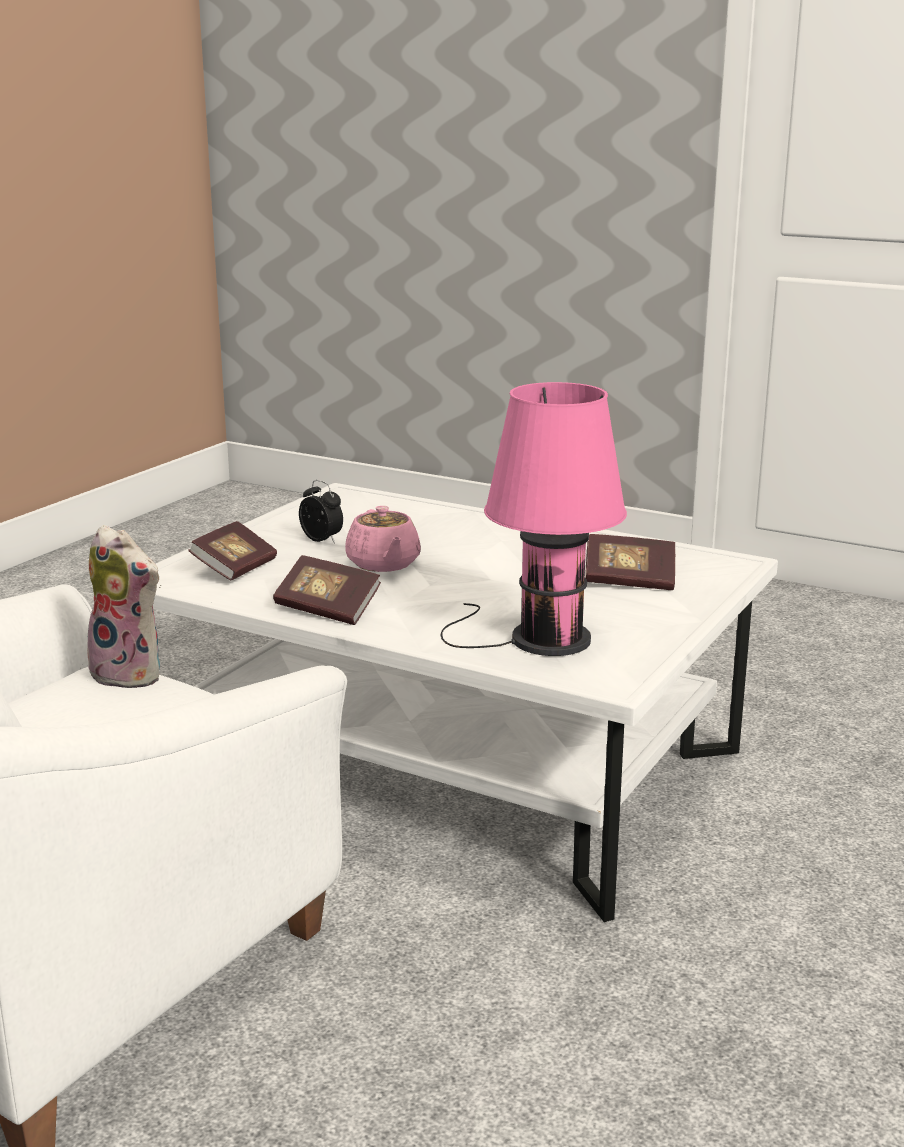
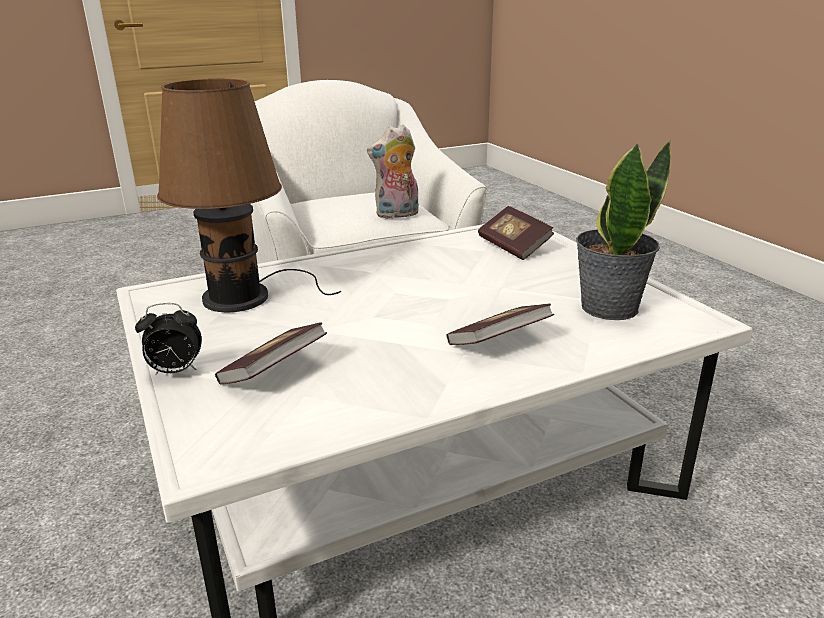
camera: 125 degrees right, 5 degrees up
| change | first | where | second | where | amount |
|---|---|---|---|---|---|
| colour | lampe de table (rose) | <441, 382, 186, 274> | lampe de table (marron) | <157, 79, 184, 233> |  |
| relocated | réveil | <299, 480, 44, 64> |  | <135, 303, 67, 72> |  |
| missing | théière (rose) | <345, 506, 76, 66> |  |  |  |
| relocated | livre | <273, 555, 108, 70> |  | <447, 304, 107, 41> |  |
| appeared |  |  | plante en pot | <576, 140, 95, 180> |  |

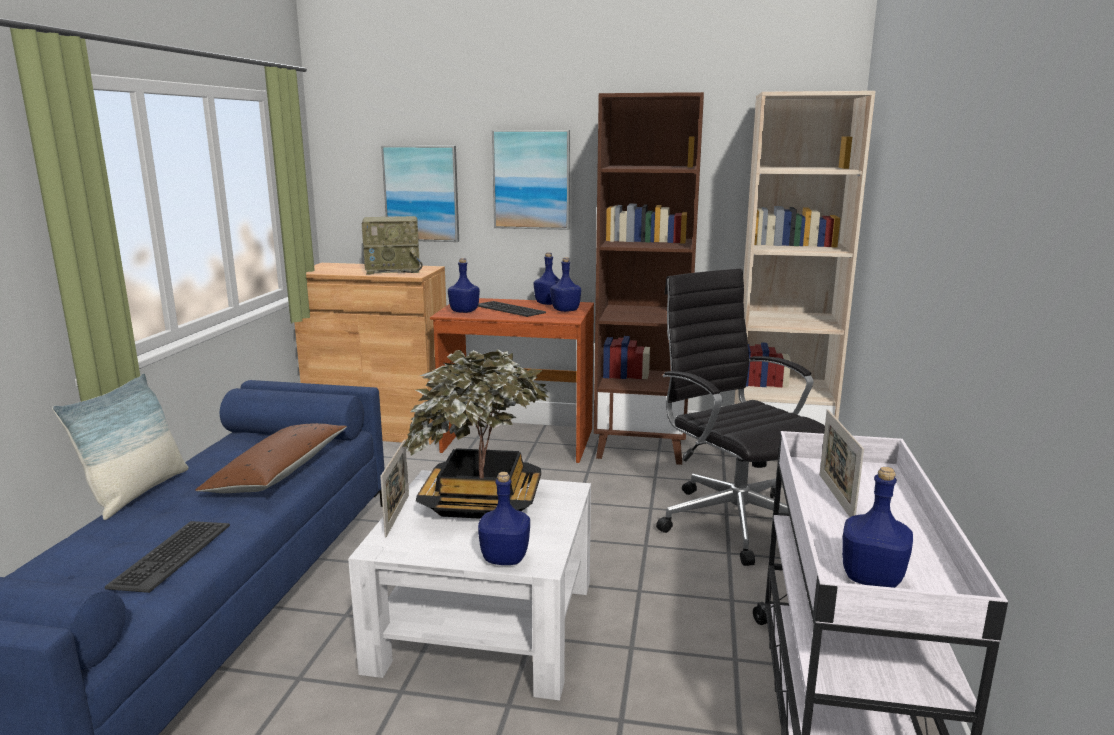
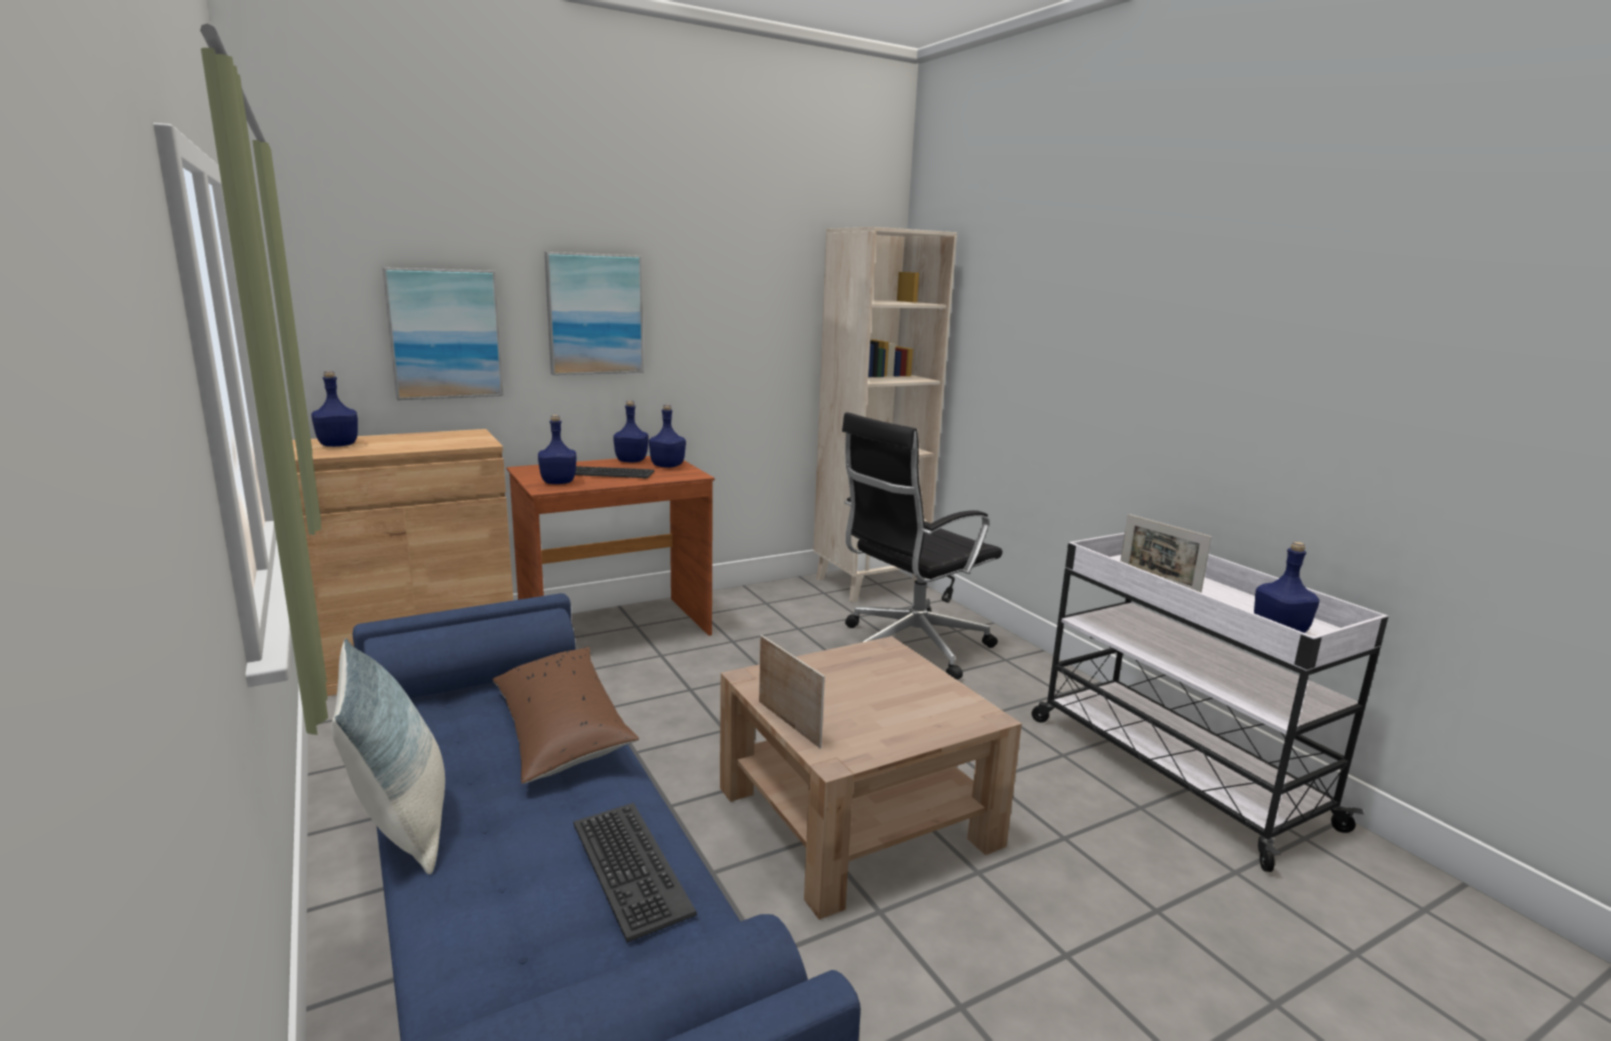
camera: 40 degrees left, 0 degrees up
| change | first | where | second | where | amount |
|---|---|---|---|---|---|
| missing | bibliothèque (marron) | <594, 92, 110, 373> |  |  |  |
| missing | radio | <362, 216, 61, 59> |  |  |  |
| spun | chaise de bureau (noir) | <656, 268, 169, 298> |  | <842, 412, 160, 268> | 60 degrees counterclockwise |
| missing | plante en pot | <403, 349, 147, 170> |  |  |  |
| colour | table basse (blanc) | <348, 470, 243, 231> | table basse (marron) | <720, 636, 302, 284> |  |
| relocated | bouteille (bleu) | <478, 472, 52, 93> |  | <311, 371, 47, 76> |  |

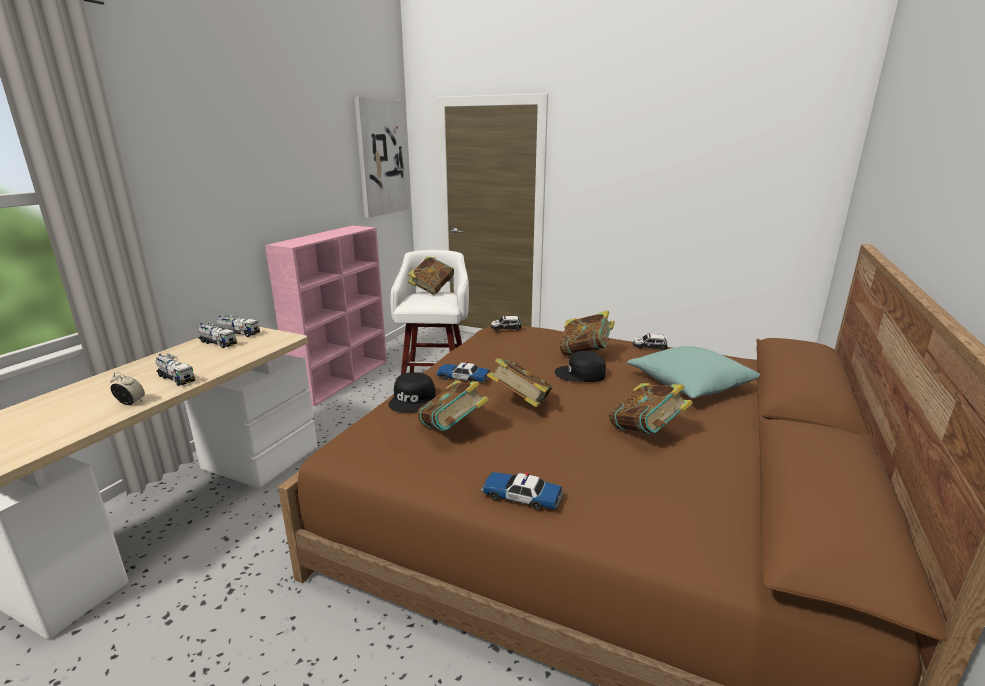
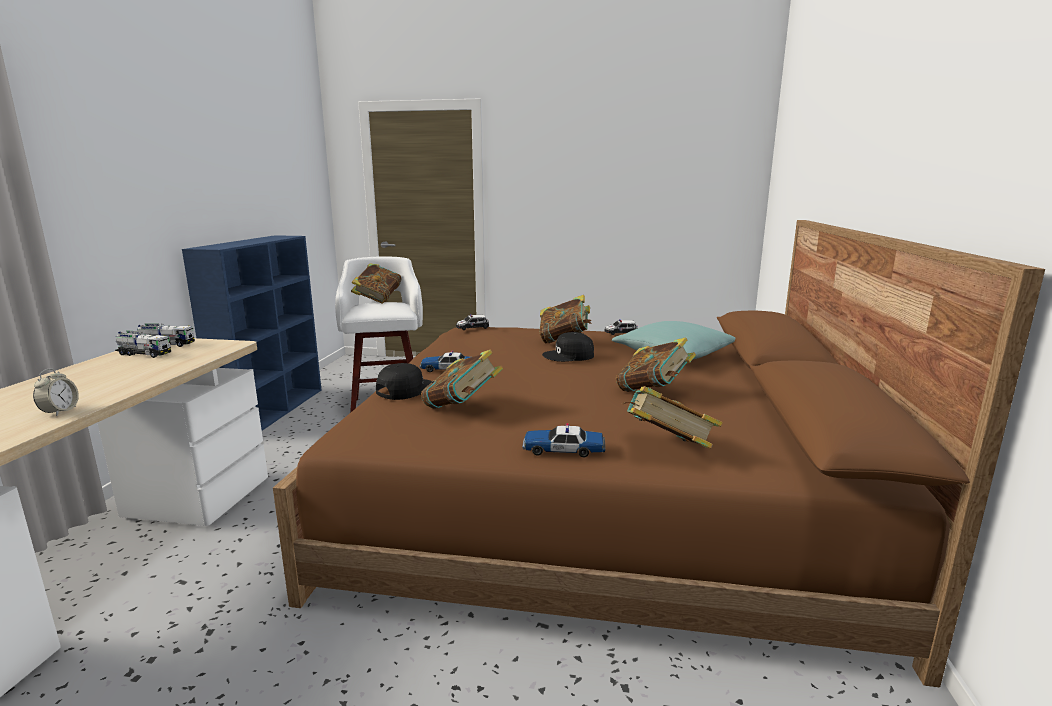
camera: 15 degrees left, 5 degrees down
| change | first | where | second | where | amount |
|---|---|---|---|---|---|
| missing | tableau | <354, 97, 56, 121> |  |  |  |
| colour | bibliothèque (rose) | <265, 226, 122, 180> | bibliothèque (bleu) | <182, 235, 139, 195> |  |
| missing | camion jouet | <156, 353, 39, 33> |  |  |  |
| relocated | livre | <486, 358, 67, 49> |  | <622, 386, 101, 63> |  |
| spun | réveil | <110, 372, 35, 33> |  | <33, 368, 46, 48> | 90 degrees clockwise |
| spun | casquette (noir) | <388, 372, 47, 41> |  | <376, 363, 56, 37> | 135 degrees counterclockwise |

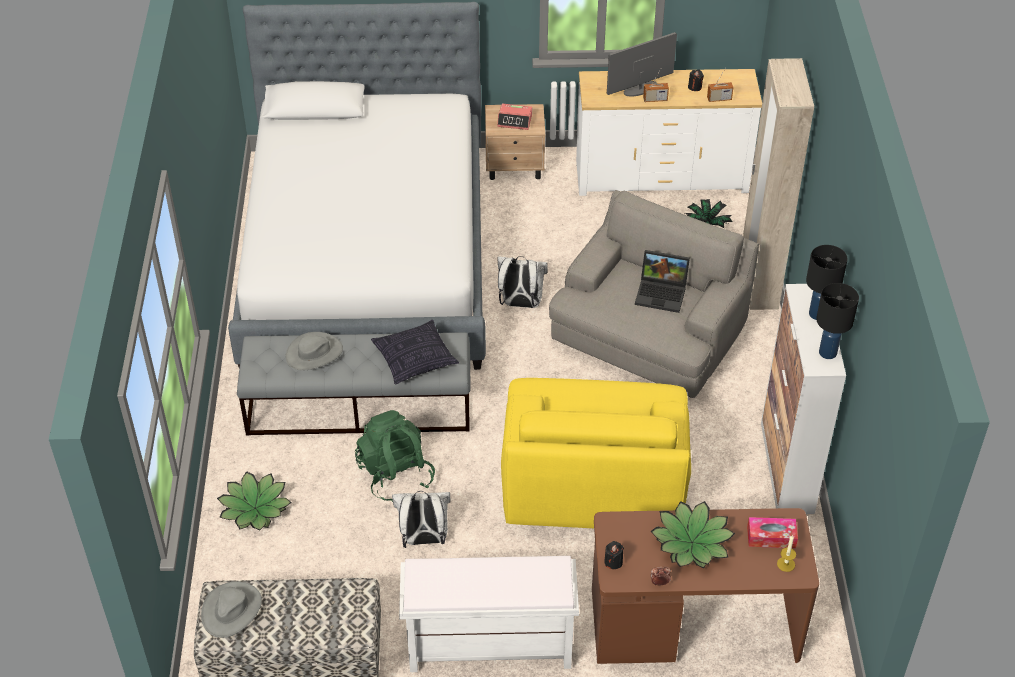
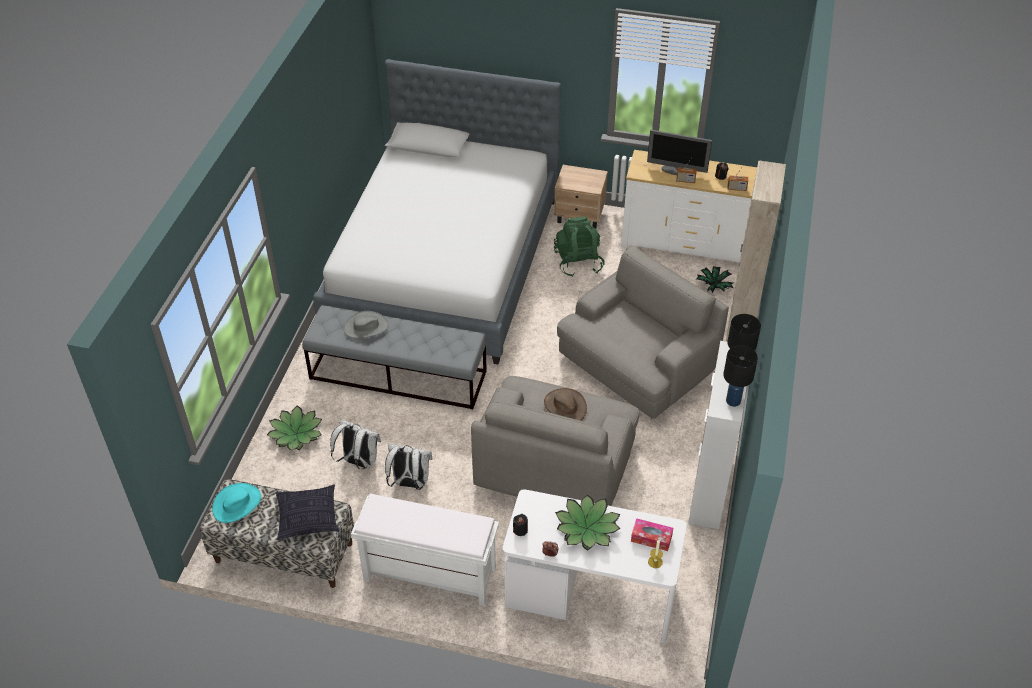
camera: 15 degrees right, 0 degrees up
| change | first | where | second | where | amount |
|---|---|---|---|---|---|
| spun | écran d'ordinateur | <607, 32, 70, 64> |  | <647, 130, 65, 45> | 150 degrees counterclockwise |
| missing | réveil | <497, 104, 35, 26> |  |  |  |
| missing | ordinateur portable | <635, 250, 55, 63> |  |  |  |
| relocated | sac à dos (blanc) | <497, 256, 51, 52> |  | <330, 420, 51, 49> |  |
| relocated | coussin | <371, 320, 88, 65> |  | <276, 484, 63, 56> |  |
| colour | fauteuil (jaune) | <501, 378, 190, 150> | fauteuil (gris) | <471, 376, 168, 130> |  |
| relocated | sac à dos (vert) | <355, 410, 80, 92> |  | <554, 217, 51, 60> |  |
| colour | bureau (marron) | <592, 508, 227, 156> | bureau (blanc) | <503, 489, 184, 154> |  |
| colour | chapeau (gris) | <201, 582, 61, 56> | chapeau (turquoise) | <212, 483, 49, 40> |  |
| appeared |  |  | chapeau (marron) | <544, 388, 43, 33> |  |

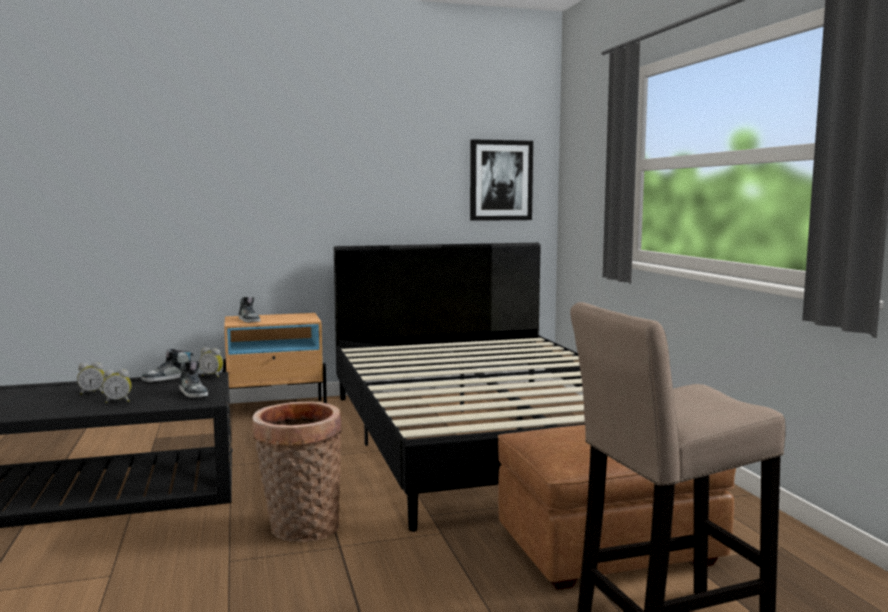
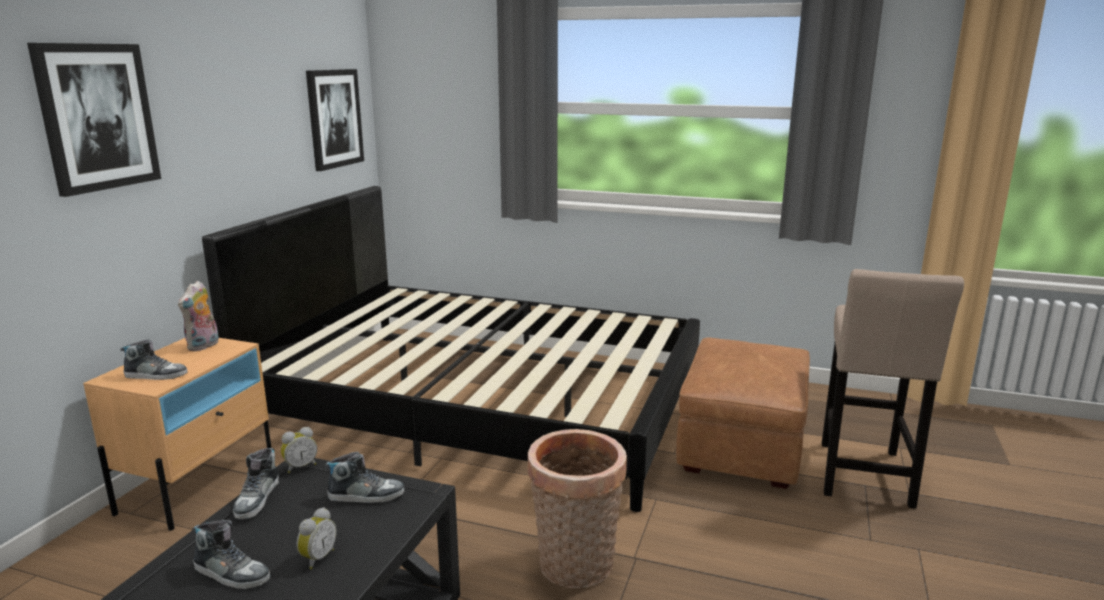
camera: 55 degrees left, 10 degrees up
| change | first | where | second | where | amount |
|---|---|---|---|---|---|
| exchanged | réveil | <77, 362, 29, 33> | chaussure | <192, 520, 78, 69> |  |
| appeared |  |  | tableau | <27, 43, 134, 154> |  |
| appeared |  |  | peluche | <178, 281, 41, 70> |  |

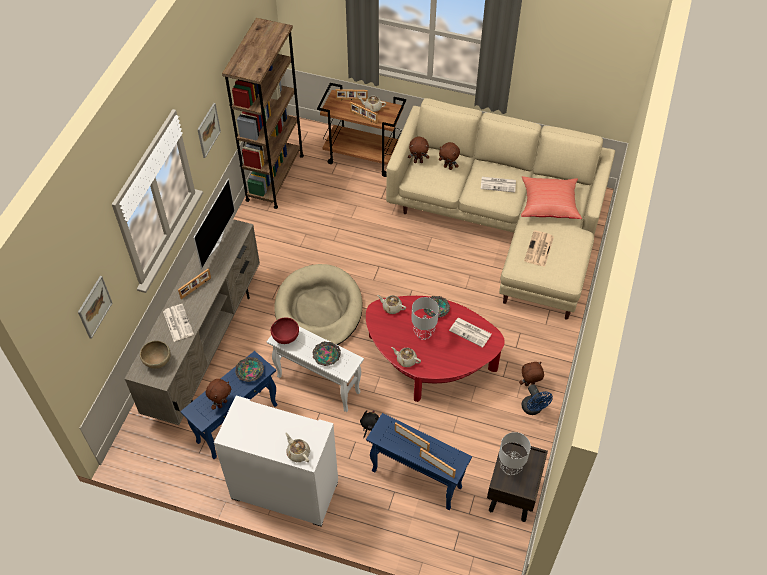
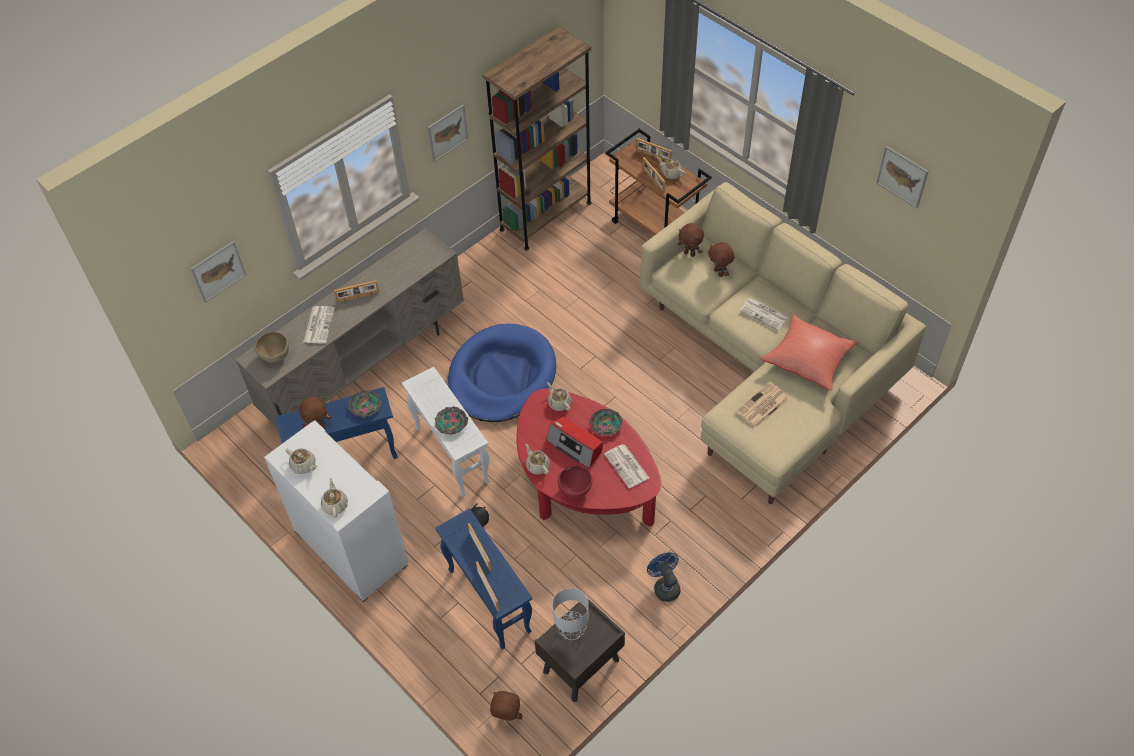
camera: 30 degrees right, 0 degrees up
| change | first | where | second | where | amount |
|---|---|---|---|---|---|
| missing | téléviseur | <193, 178, 42, 92> |  |  |  |
| colour | panier pour chien (beige) | <275, 264, 87, 81> | panier pour chien (bleu) | <448, 324, 108, 98> |  |
| exchanged | lampe de table (gris) | <411, 297, 28, 43> | radio | <546, 416, 57, 53> |  |
| relocated | bol (rouge) | <271, 317, 28, 27> |  | <558, 466, 35, 32> |  |
| relocated | peluche (marron) | <519, 362, 25, 24> |  | <490, 691, 32, 30> |  |
| spun | ventilateur (bleu) | <521, 384, 32, 31> |  | <647, 552, 33, 50> | 150 degrees clockwise |
| appeared |  |  | tableau | <876, 146, 53, 62> |  |
| appeared |  |  | théière (beige) | <285, 448, 33, 26> |  |

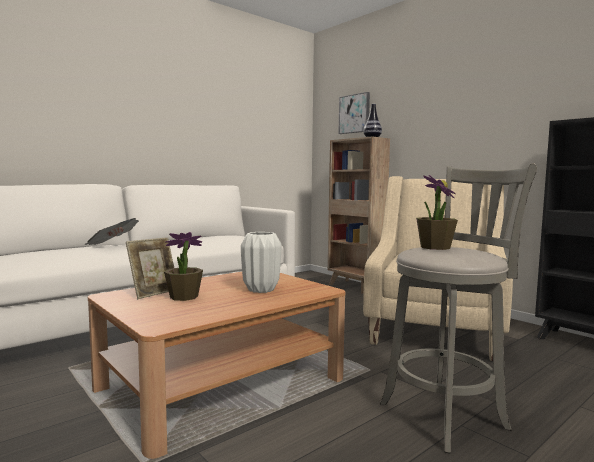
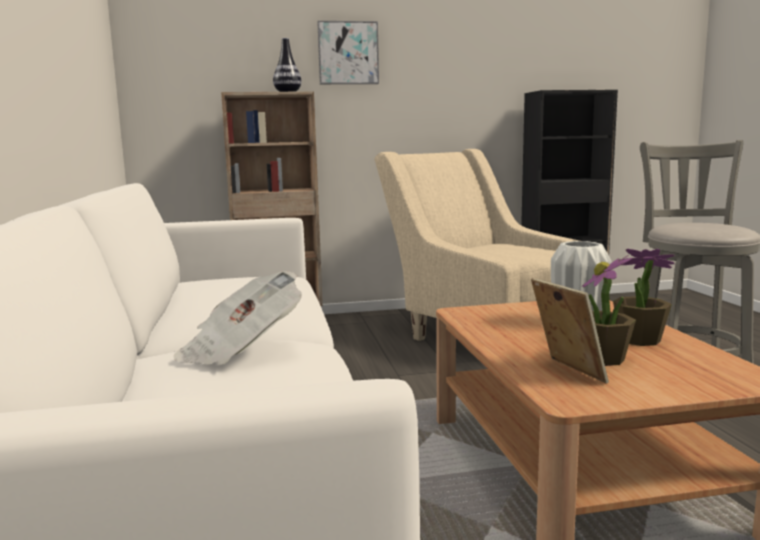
camera: 60 degrees left, 5 degrees up
| change | first | where | second | where | amount |
|---|---|---|---|---|---|
| relocated | tableau | <338, 92, 32, 42> |  | <317, 21, 62, 63> |  |
| relocated | plante en pot | <416, 175, 42, 75> |  | <613, 249, 62, 97> |  |

